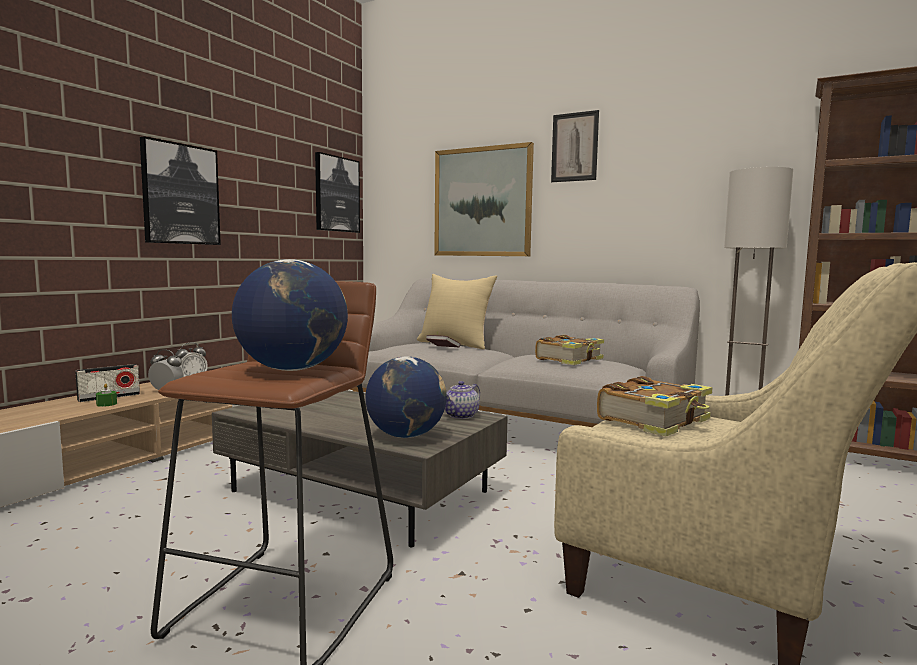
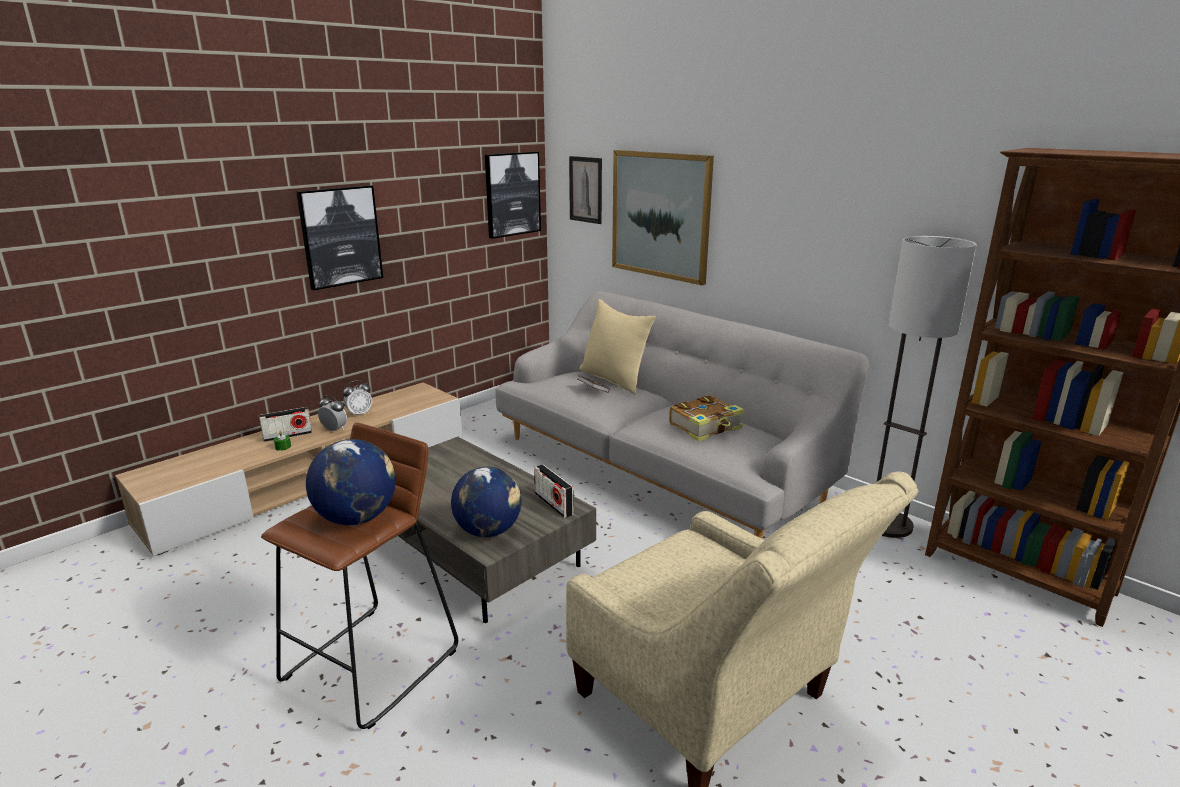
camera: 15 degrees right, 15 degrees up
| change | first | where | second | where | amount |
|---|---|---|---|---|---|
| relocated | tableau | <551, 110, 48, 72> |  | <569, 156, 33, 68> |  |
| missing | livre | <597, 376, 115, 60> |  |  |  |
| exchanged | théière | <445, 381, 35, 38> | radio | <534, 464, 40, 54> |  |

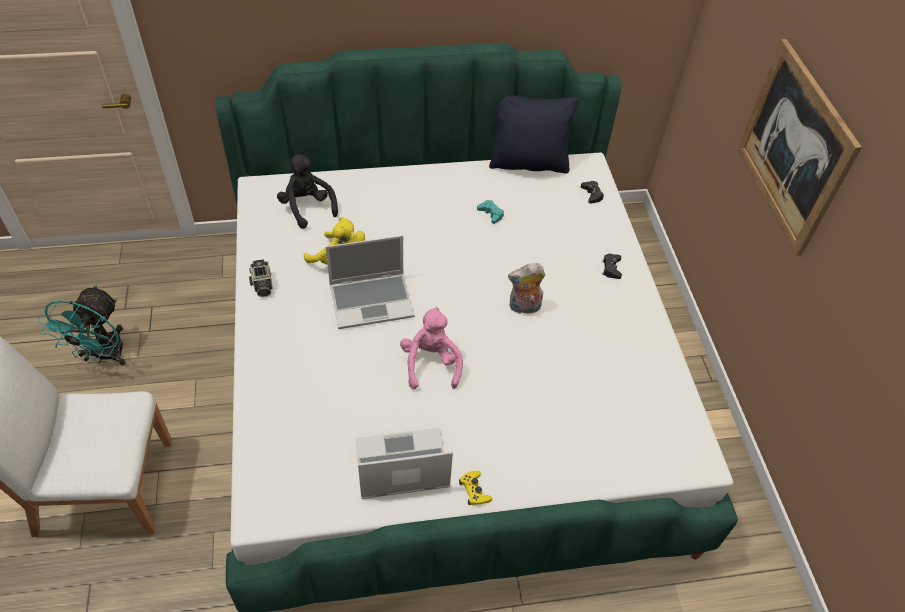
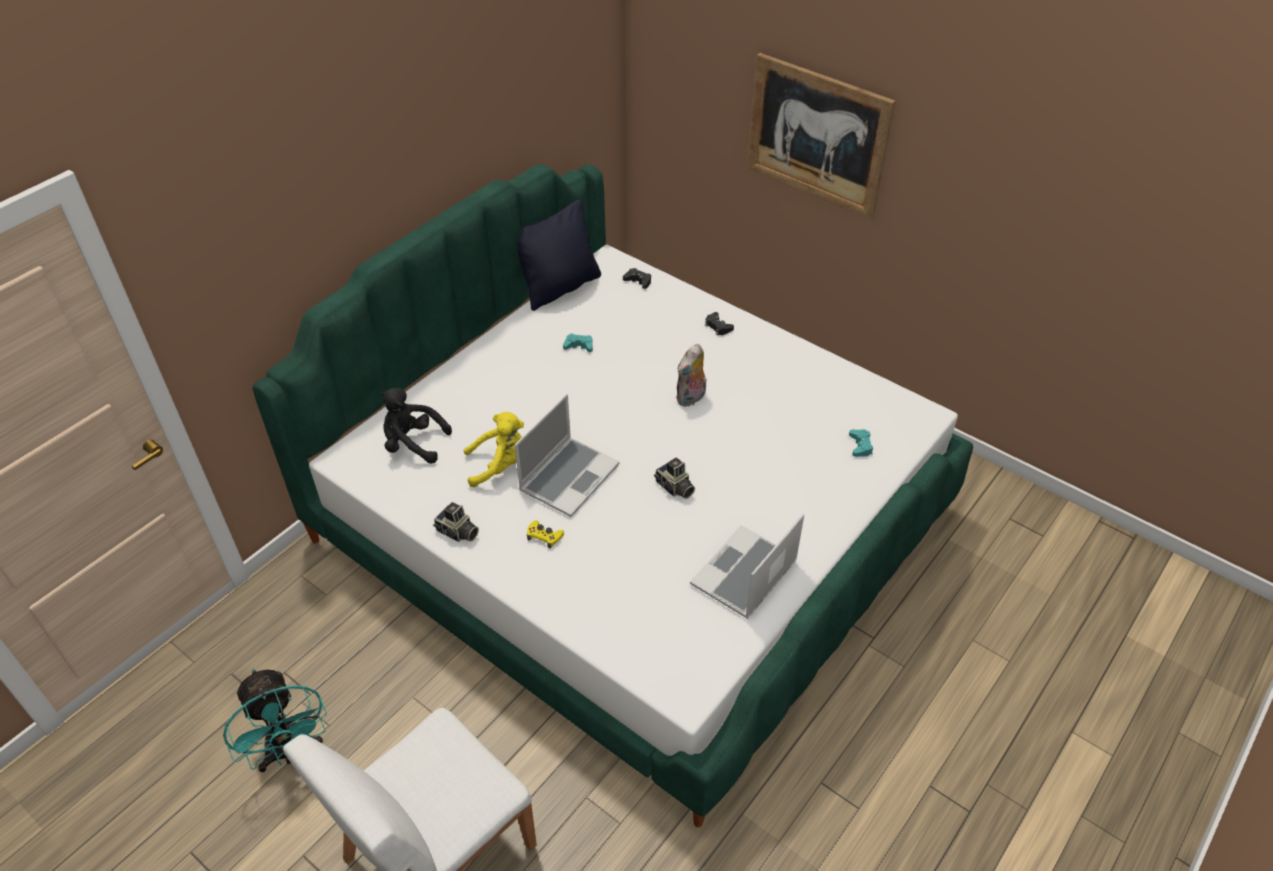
camera: 40 degrees left, 5 degrees down
| change | first | where | second | where | amount |
|---|---|---|---|---|---|
| exchanged | peluche (rose) | <400, 307, 63, 82> | appareil photo | <654, 458, 41, 41> |  |
| relocated | manette (jaune) | <459, 471, 33, 34> |  | <527, 520, 37, 28> |  |
| appeared |  |  | manette (turquoise) | <849, 429, 24, 28> |  |

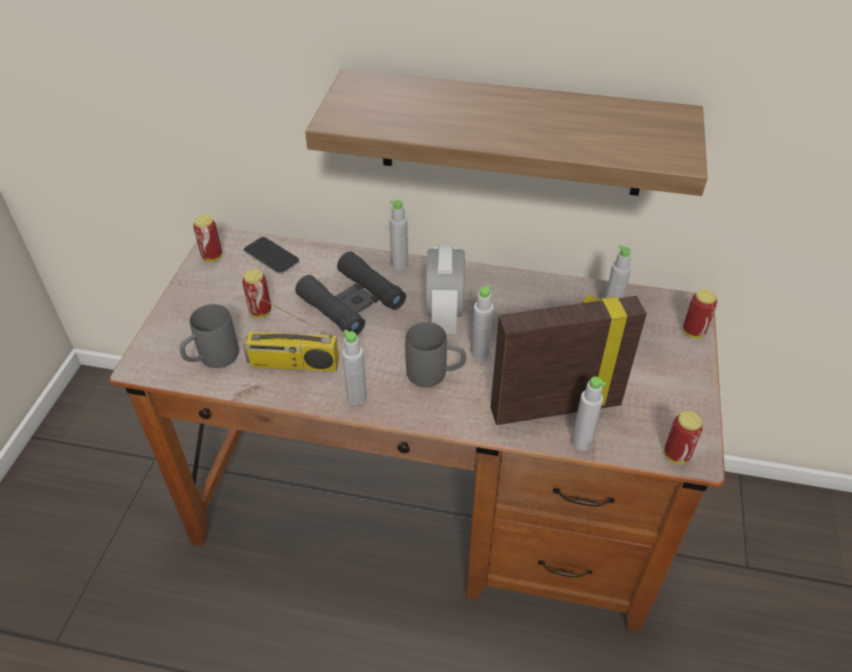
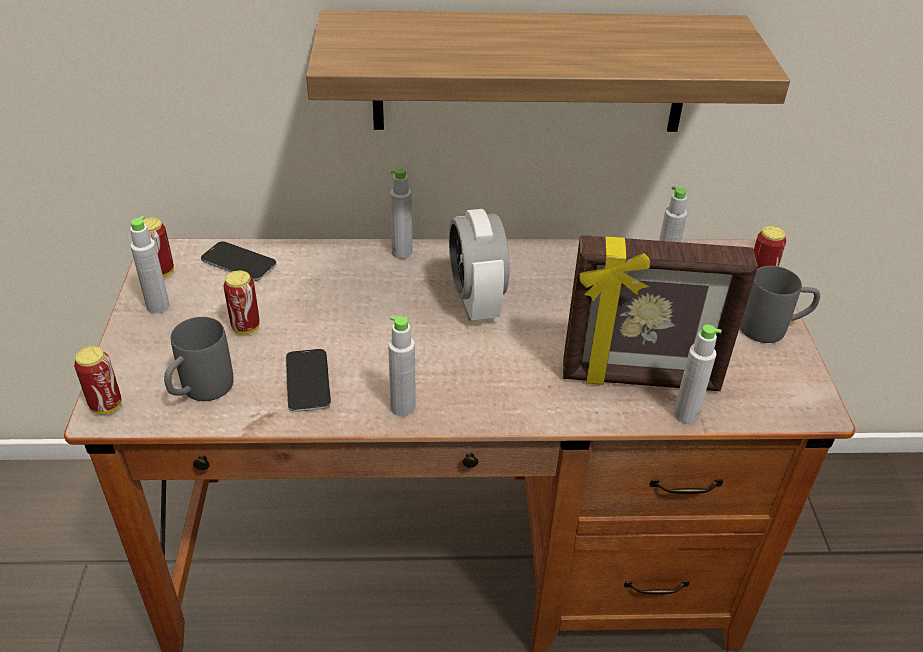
camera: 15 degrees left, 5 degrees down
| change | first | where | second | where | amount |
|---|---|---|---|---|---|
| missing | jumelles (noir) | <295, 251, 111, 84> |  |  |  |
| relocated | bouteille (gris) | <471, 285, 23, 75> |  | <130, 216, 40, 98> |  |
| exchanged | radio | <242, 294, 97, 78> | téléphone | <286, 349, 45, 63> |  |
| spun | cadre photo | <490, 295, 157, 130> |  | <563, 235, 195, 156> | 150 degrees counterclockwise |
| relocated | mug (gris) | <405, 322, 61, 65> |  | <740, 266, 80, 77> |  |
| relocated | boîte métallique | <664, 411, 39, 53> |  | <74, 346, 48, 68> |  |

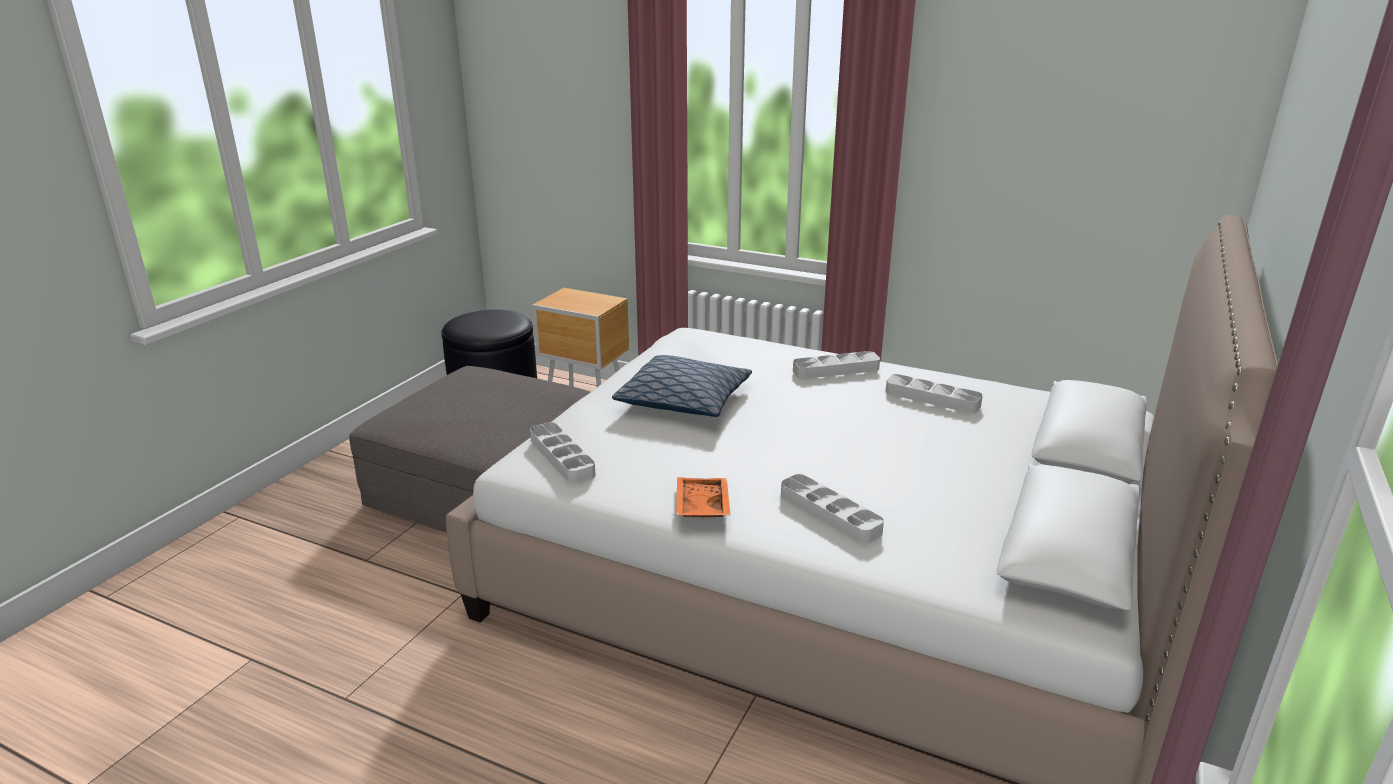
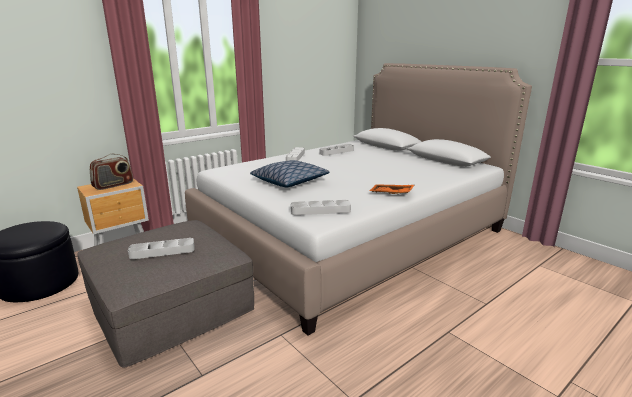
camera: 65 degrees left, 5 degrees down
| change | first | where | second | where | amount |
|---|---|---|---|---|---|
| relocated | plateau (gris) | <781, 474, 103, 70> |  | <128, 238, 66, 21> |  |
| appeared |  |  | radio | <90, 154, 43, 36> |  |

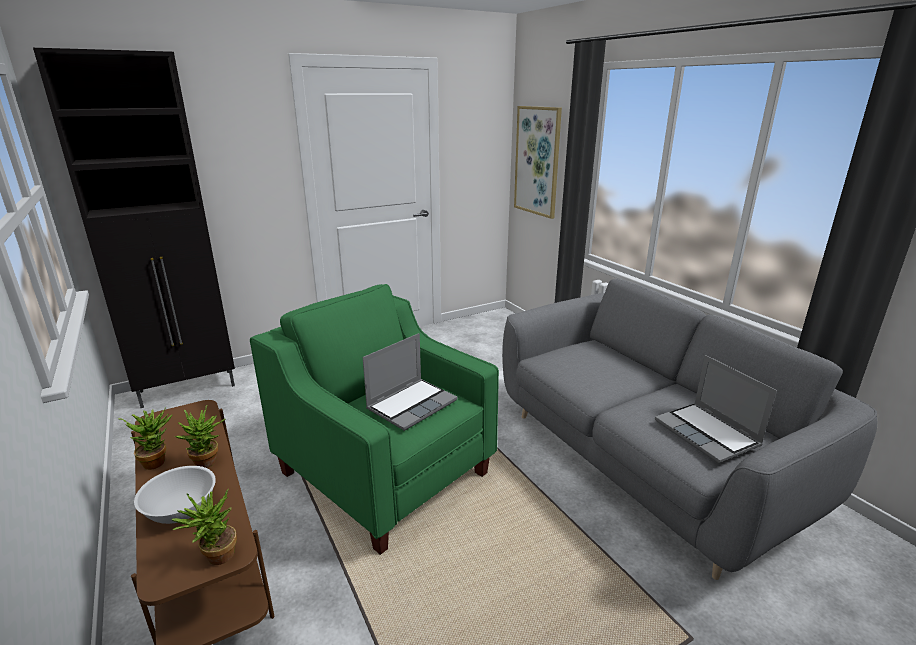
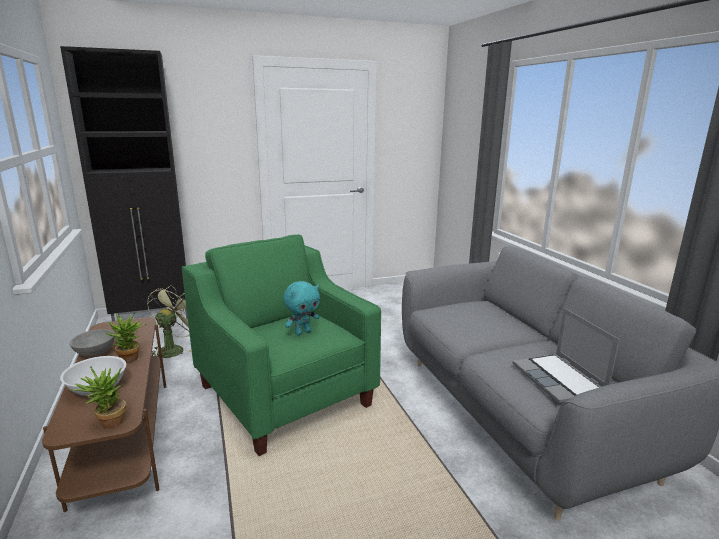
camera: 10 degrees right, 5 degrees down
| change | first | where | second | where | amount |
|---|---|---|---|---|---|
| missing | tableau | <514, 106, 48, 113> |  |  |  |
| exchanged | ordinateur portable | <363, 333, 95, 98> | peluche (turquoise) | <283, 281, 37, 54> |  |
| exchanged | plante en pot | <118, 407, 55, 63> | bol (gris) | <69, 329, 45, 28> |  |
| appeared |  |  | ventilateur (vert) | <147, 285, 45, 73> |  |

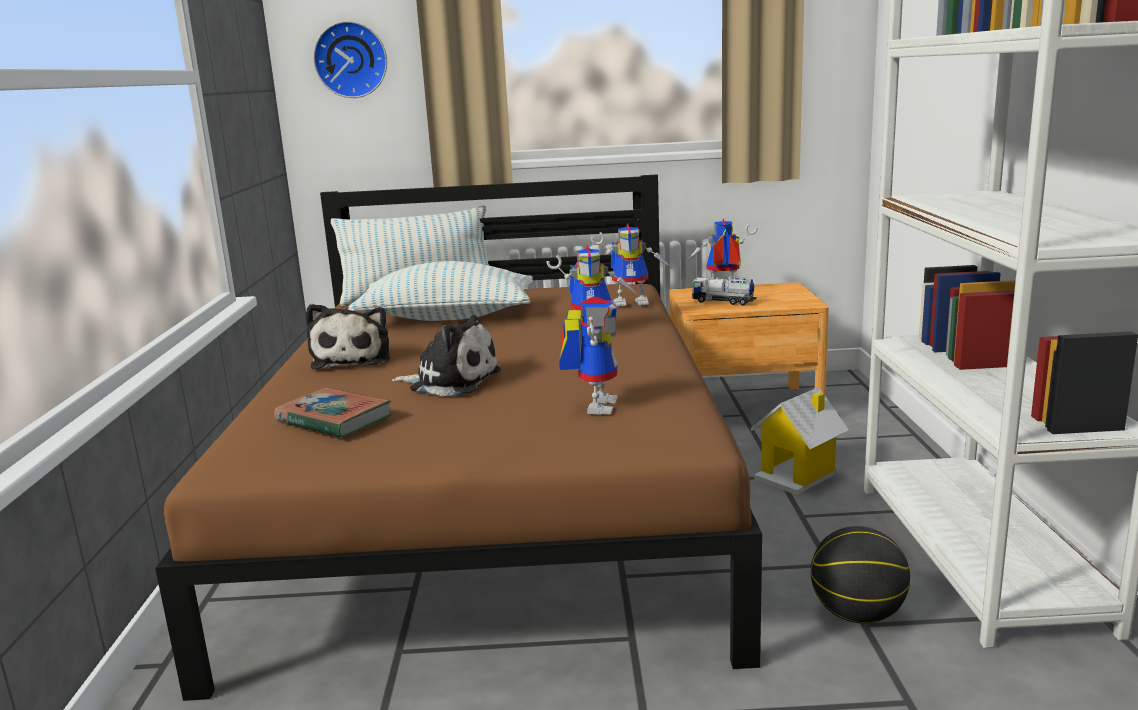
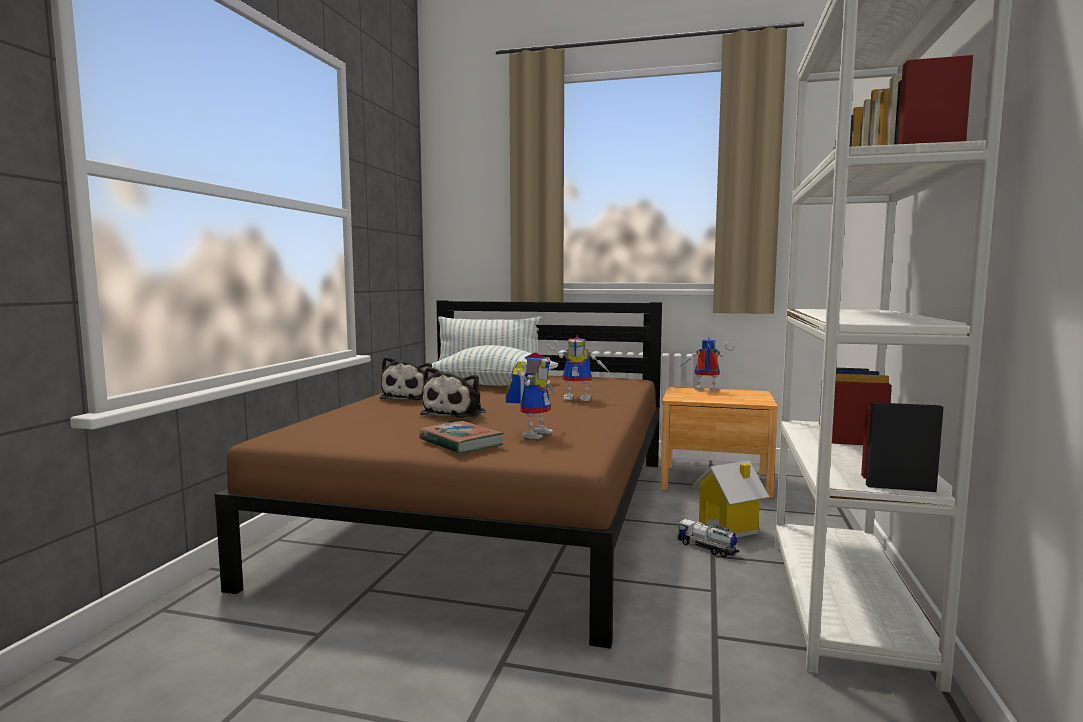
camera: 15 degrees right, 10 degrees down
| change | first | where | second | where | amount |
|---|---|---|---|---|---|
| missing | horloge murale | <313, 21, 74, 77> |  |  |  |
| missing | robot jouet | <591, 224, 83, 82> |  |  |  |
| relocated | camion jouet | <692, 276, 65, 30> |  | <677, 519, 62, 39> |  |
| spun | peluche | <392, 315, 109, 82> |  | <420, 367, 65, 51> | 75 degrees clockwise |
| relocated | livre | <274, 387, 118, 51> |  | <419, 421, 85, 33> |  |
| missing | ballon de basket | <811, 526, 99, 98> |  |  |  |

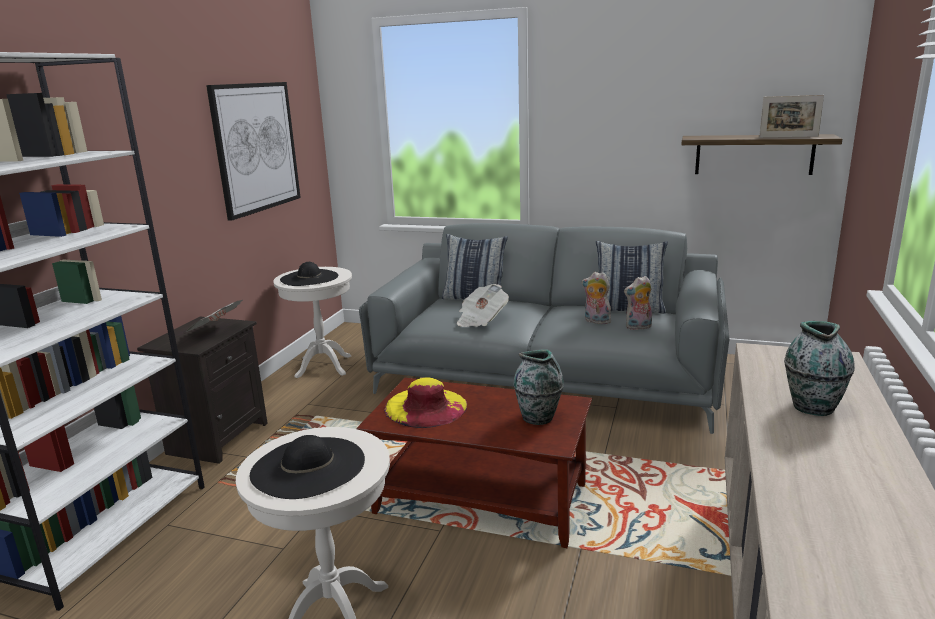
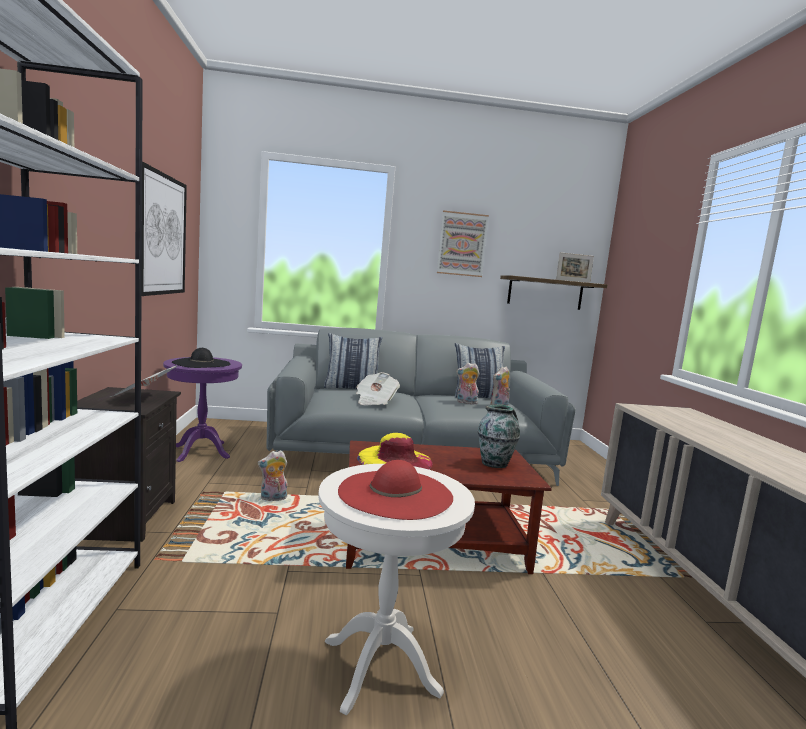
camera: 25 degrees left, 10 degrees down
| change | first | where | second | where | amount |
|---|---|---|---|---|---|
| colour | table d'appoint (blanc) | <273, 267, 79, 111> | table d'appoint (violet) | <163, 357, 79, 105> |  |
| missing | vase | <784, 321, 71, 95> |  |  |  |
| colour | chapeau (noir) | <250, 435, 115, 64> | chapeau (rouge) | <338, 460, 115, 60> |  |
| appeared |  |  | tableau | <437, 210, 52, 67> |  |
| appeared |  |  | peluche | <258, 450, 30, 51> |  |

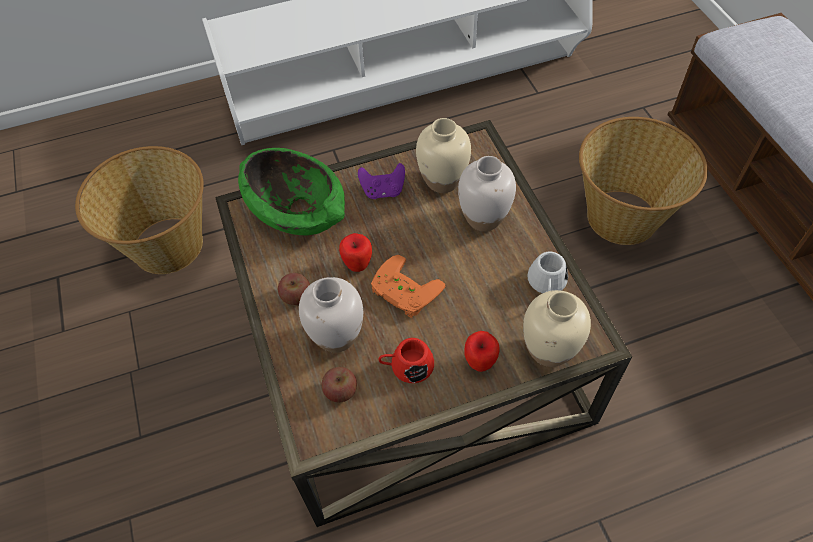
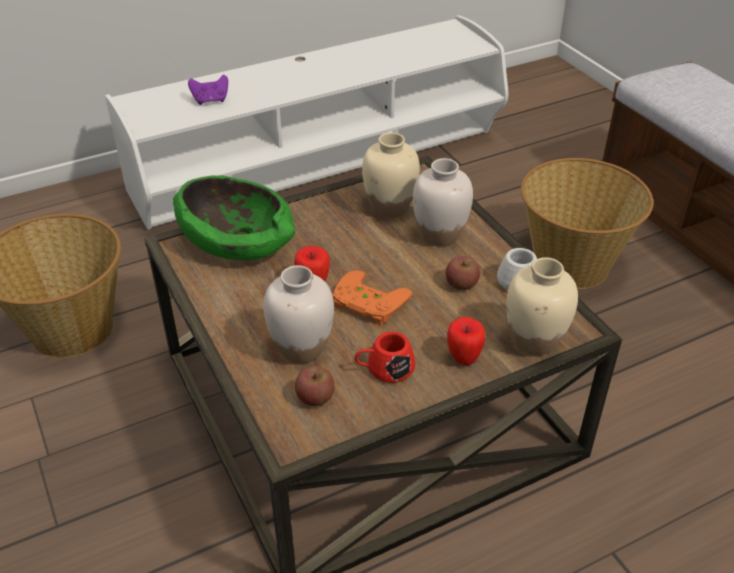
camera: 10 degrees left, 15 degrees down
| change | first | where | second | where | amount |
|---|---|---|---|---|---|
| relocated | manette (violet) | <358, 163, 47, 36> |  | <188, 75, 40, 30> |  |
| relocated | pomme | <278, 273, 32, 32> |  | <446, 256, 34, 34> |  |

